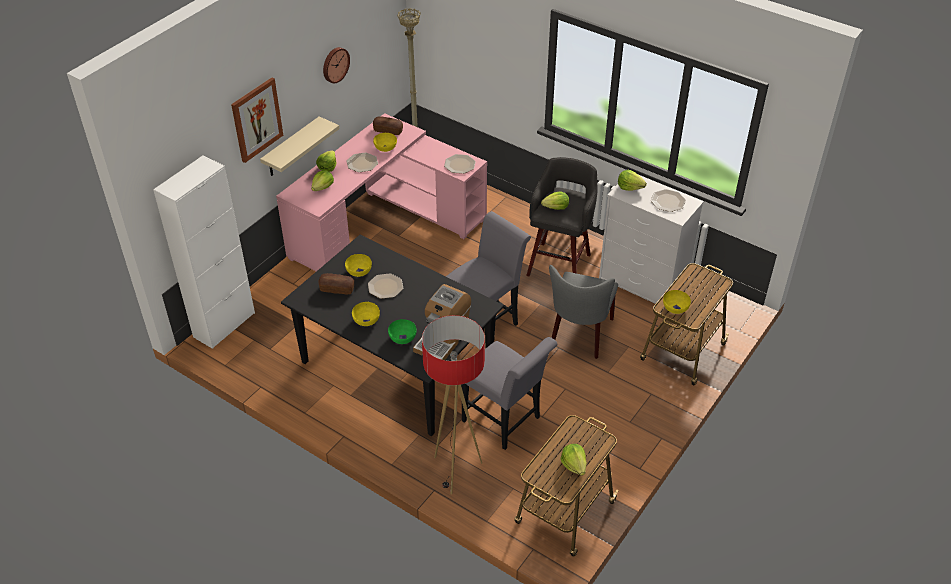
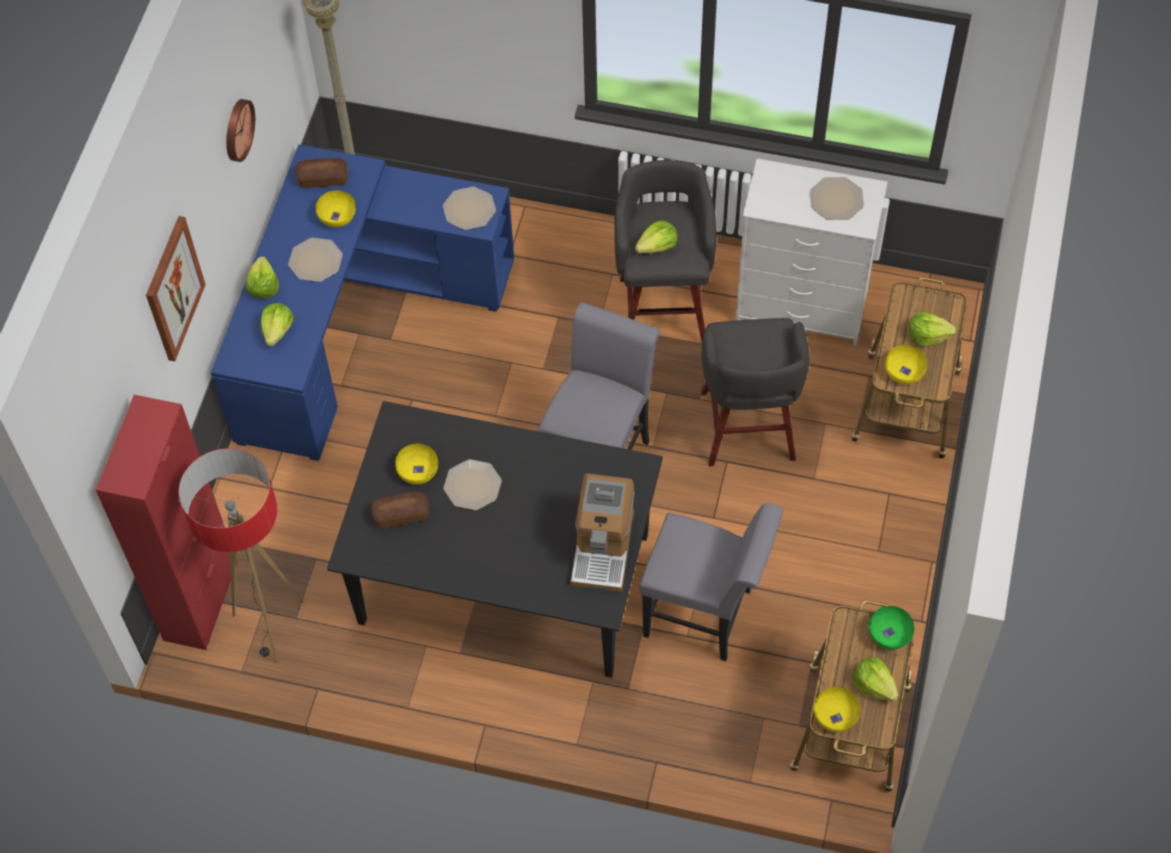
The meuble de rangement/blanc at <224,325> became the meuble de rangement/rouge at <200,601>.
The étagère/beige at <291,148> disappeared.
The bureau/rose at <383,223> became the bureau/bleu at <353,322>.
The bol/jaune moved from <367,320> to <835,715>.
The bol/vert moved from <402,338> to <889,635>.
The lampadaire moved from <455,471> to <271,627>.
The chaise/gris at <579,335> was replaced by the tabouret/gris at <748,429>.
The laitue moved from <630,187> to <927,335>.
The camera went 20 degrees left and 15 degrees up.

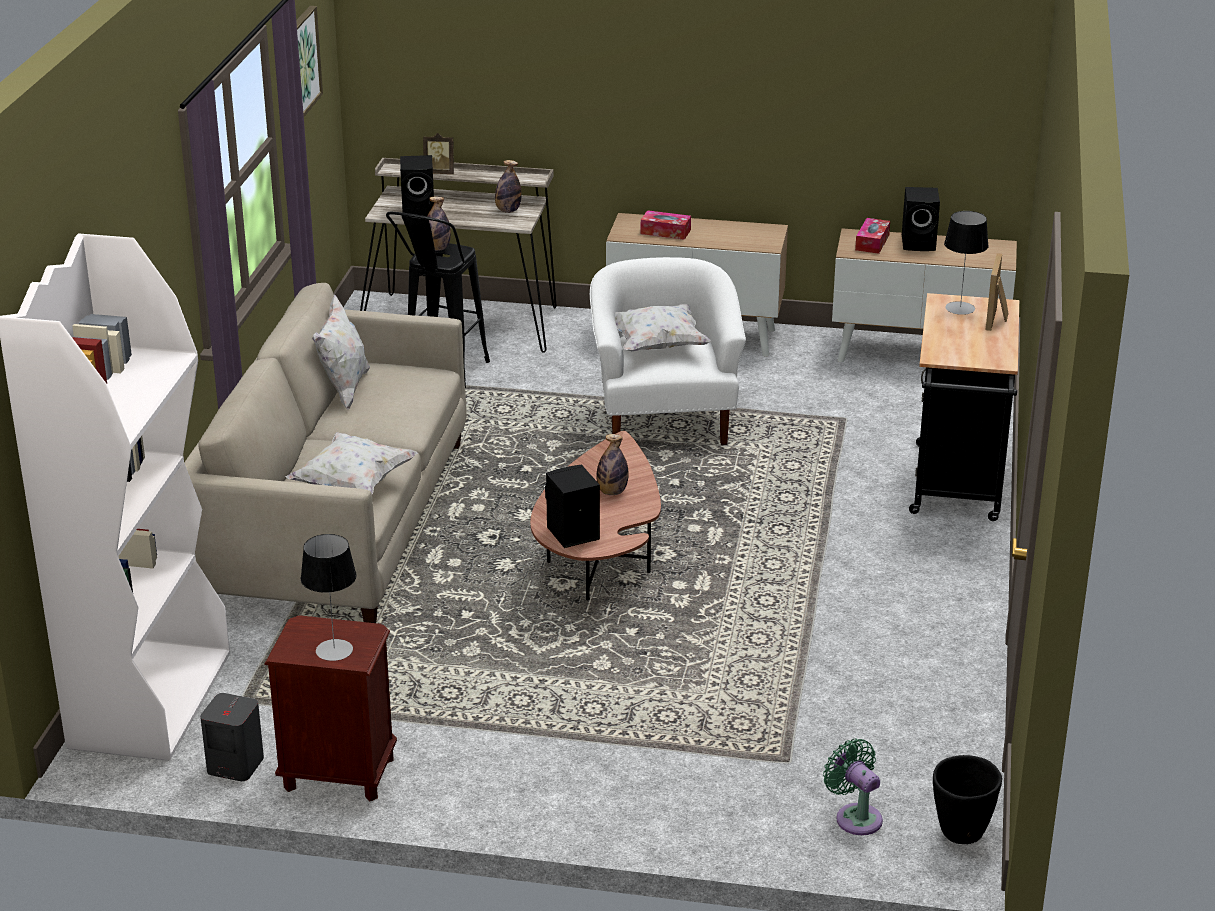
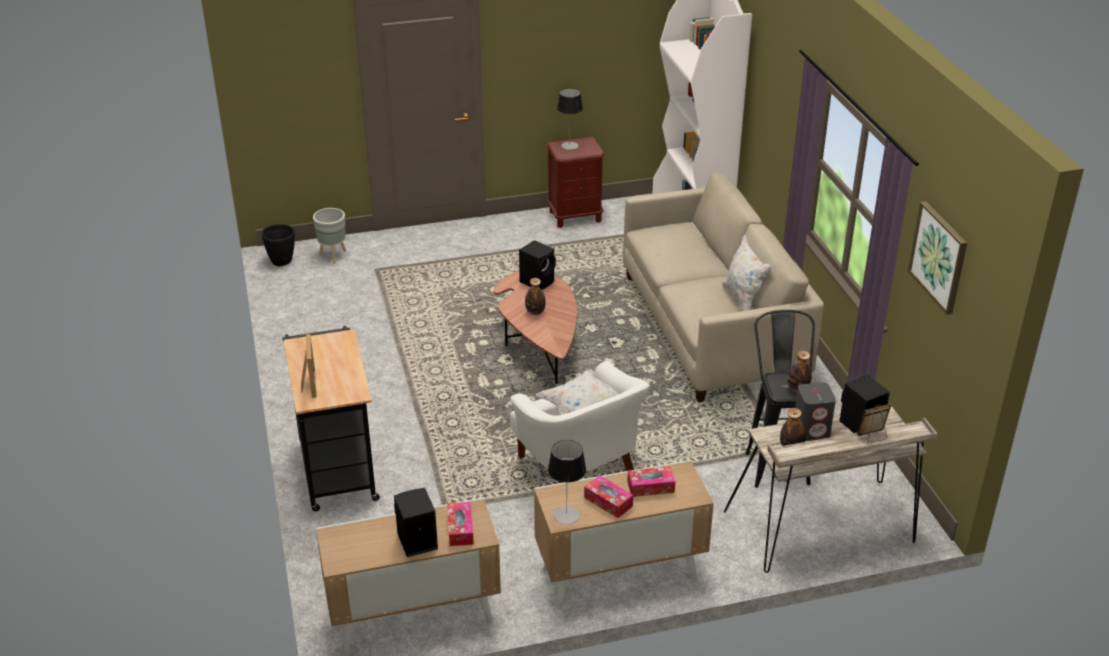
The enceinte/gris moved from <234,765> to <811,430>.
The coussin/blanc at <353,484> disappeared.
The ventilateur/vert at <855,817> was replaced by the cache-pot/gris at <333,256>.
The lampe de table moved from <960,308> to <566,515>.
The boîte à mouchoirs at <608,502> appeared.
The camera went 155 degrees right and 5 degrees up.

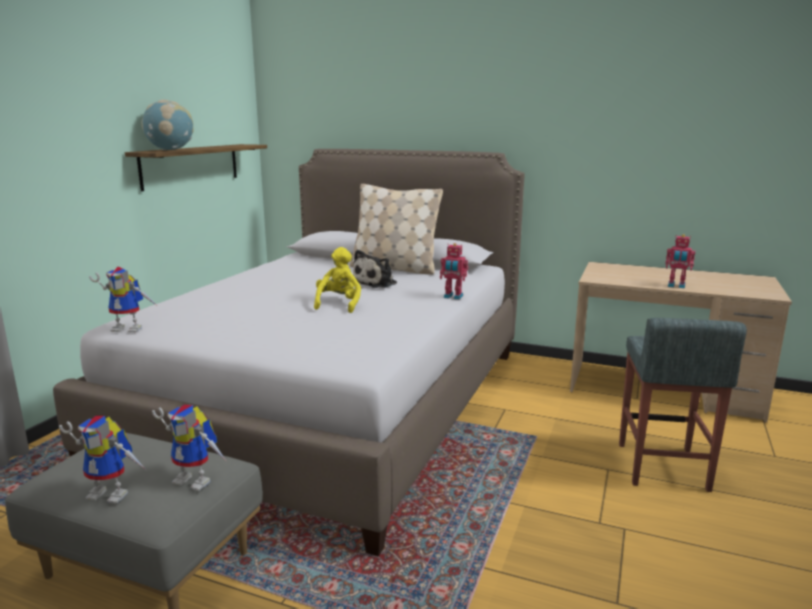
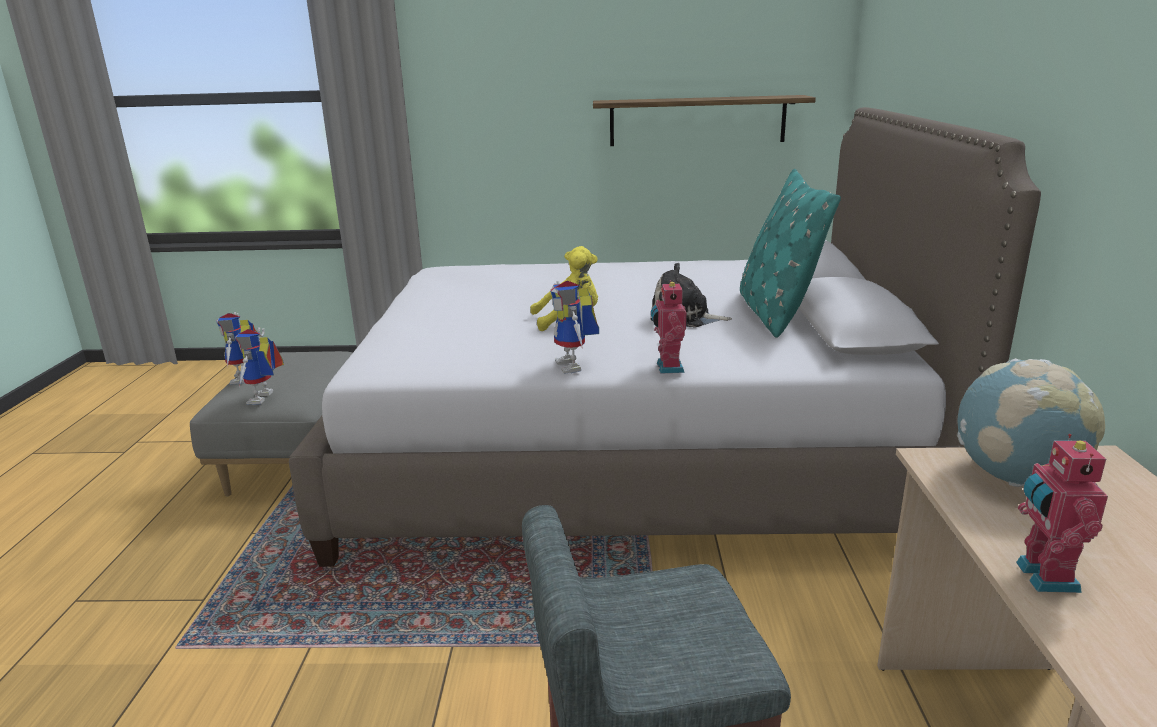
The robot jouet moved from <131,328> to <575,366>.
The globe moved from <170,150> to <1015,477>.
The coussin/beige at <394,268> became the coussin/turquoise at <776,313>.
The camera went 70 degrees right and 5 degrees up.

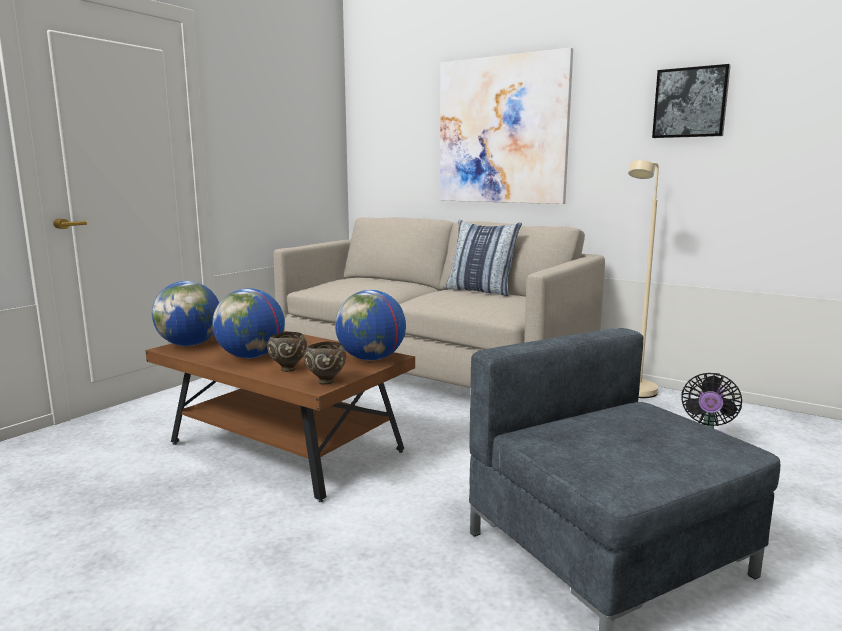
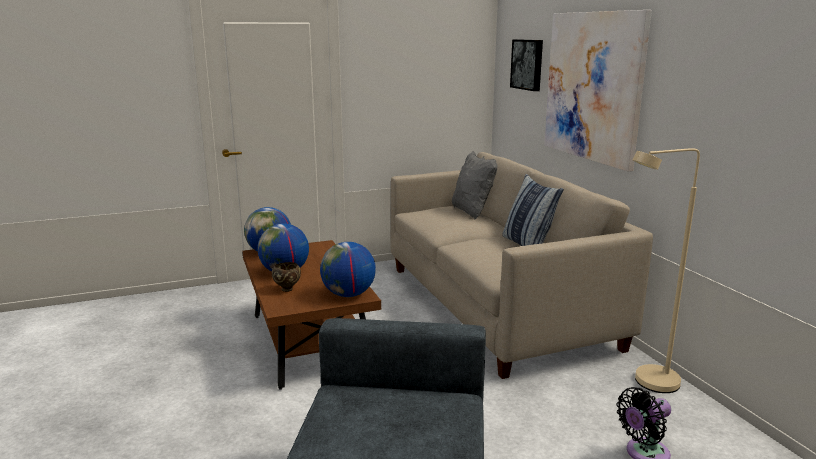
The bol/marron at <326,381> disappeared.
The tableau moved from <690,103> to <528,64>.
The coussin/gris at <472,212> appeared.
The camera went 35 degrees right and 5 degrees up.

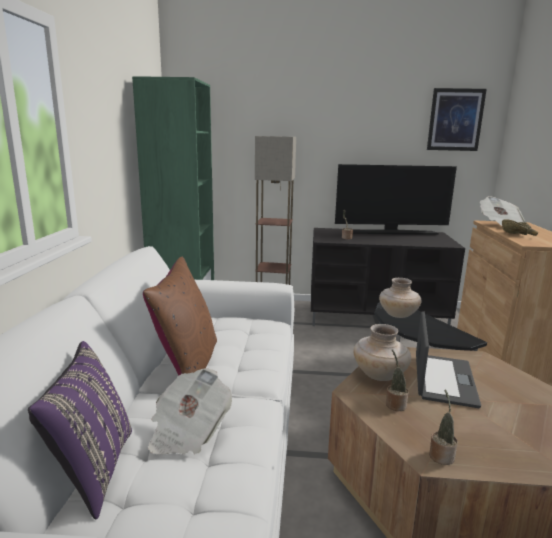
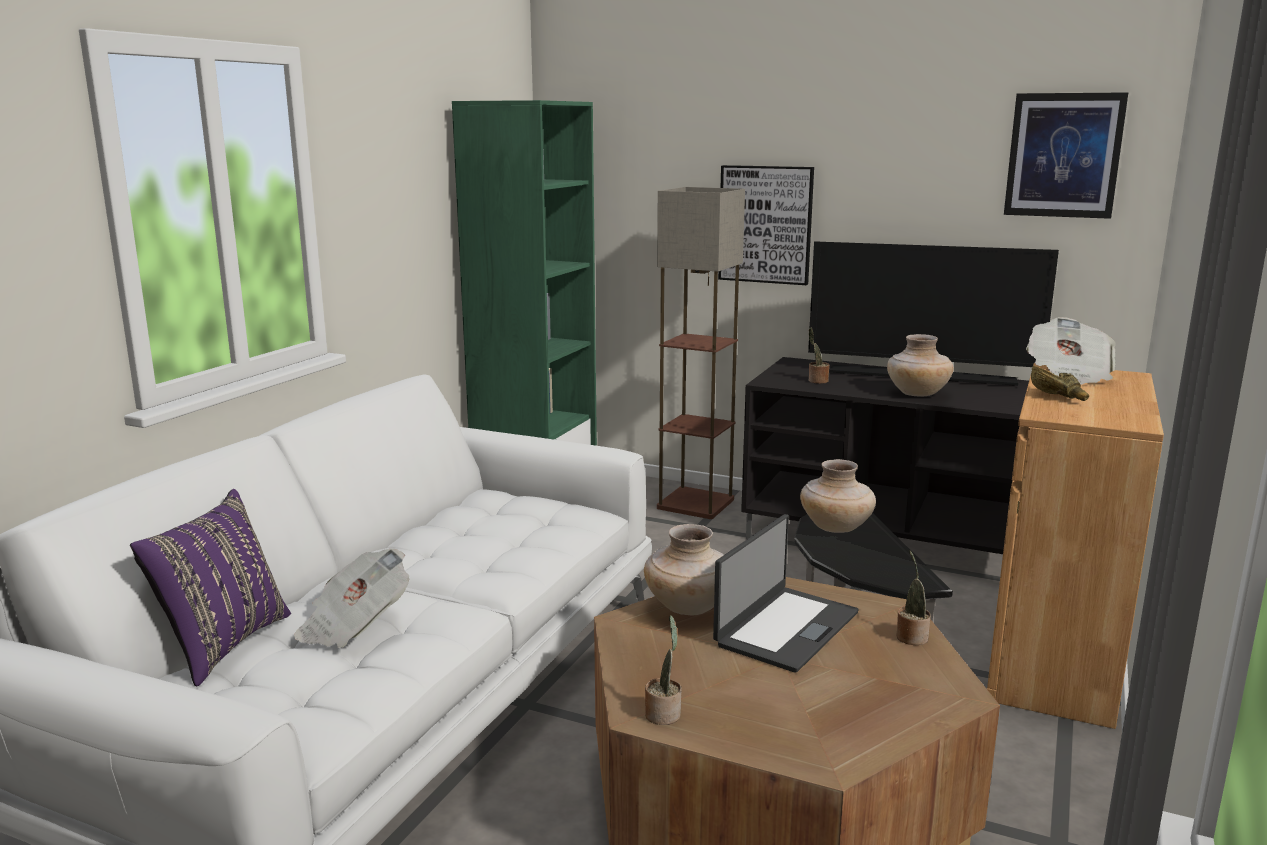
The coussin/marron at <187,365> disappeared.
The plante en pot moved from <395,404> to <911,636>.
The tableau at <765,224> appeared.
The vase/beige at <917,394> appeared.
The camera went 20 degrees right and 0 degrees up.

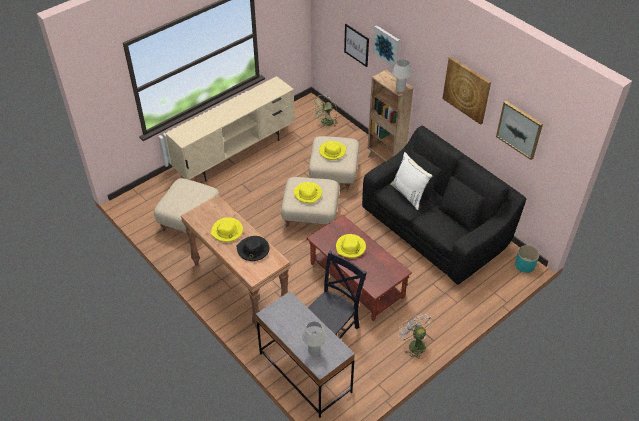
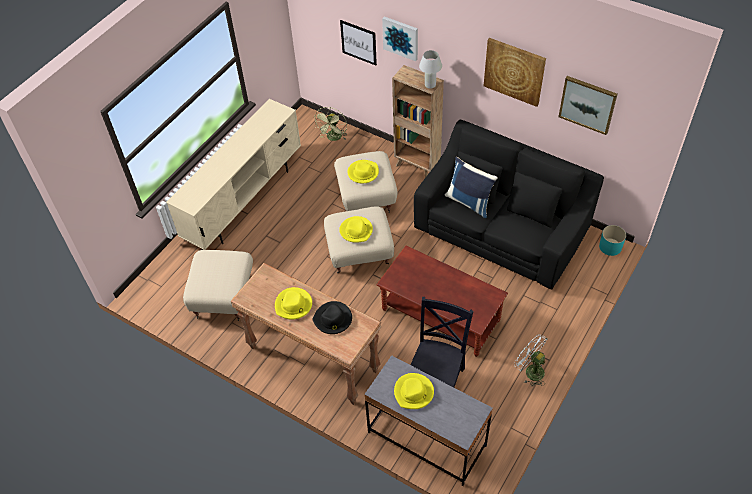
The lampe de table/blanc at <314,351> disappeared.
The chapeau/jaune moved from <350,247> to <414,392>.
The coussin/blanc at <409,194> became the coussin/bleu at <469,202>.
The camera went 15 degrees left and 5 degrees up.

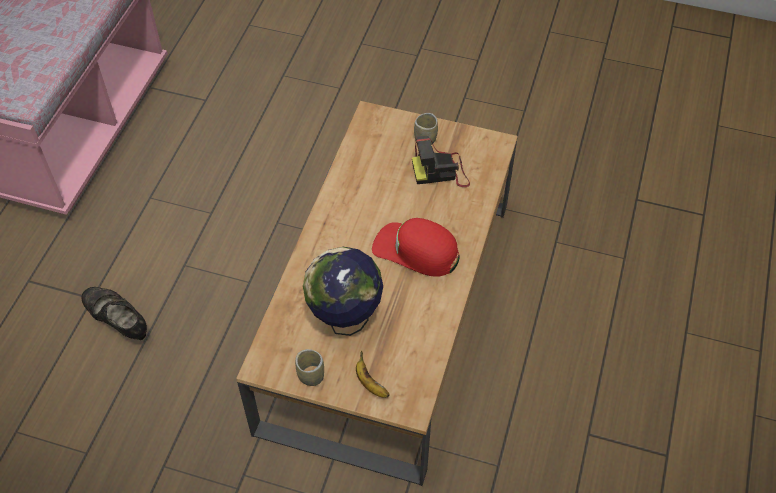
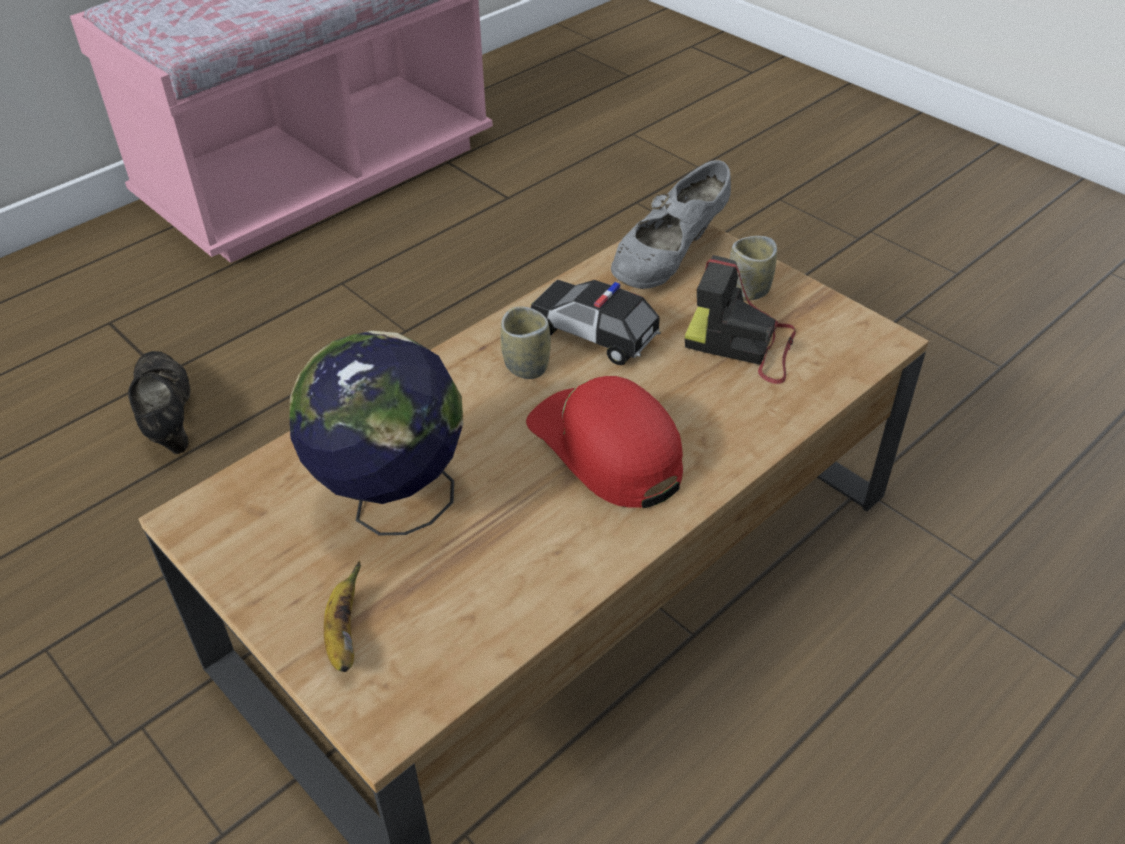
The tasse moved from <311,376> to <526,366>.
The petite voiture at <595,334> appeared.
The chaussure/gris at <669,260> appeared.
The camera went 30 degrees right and 10 degrees down.

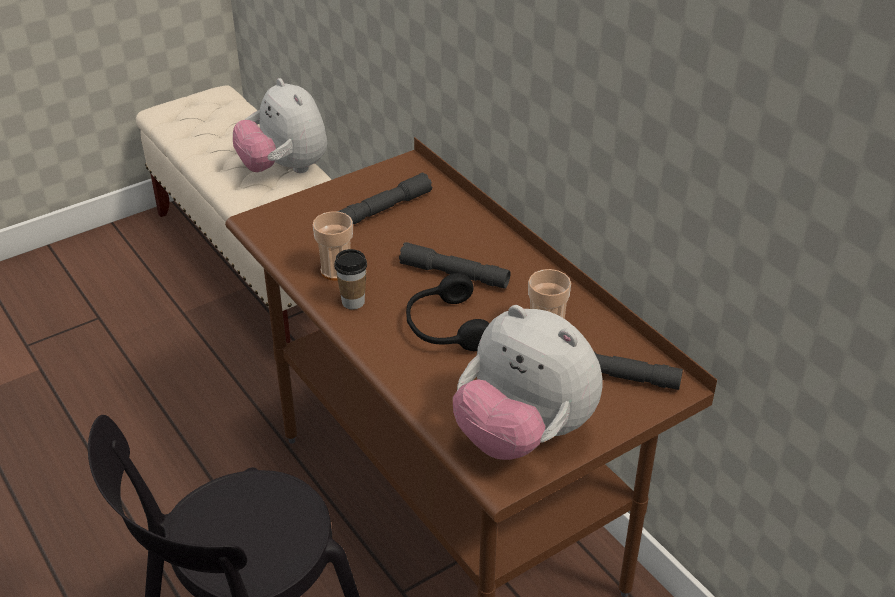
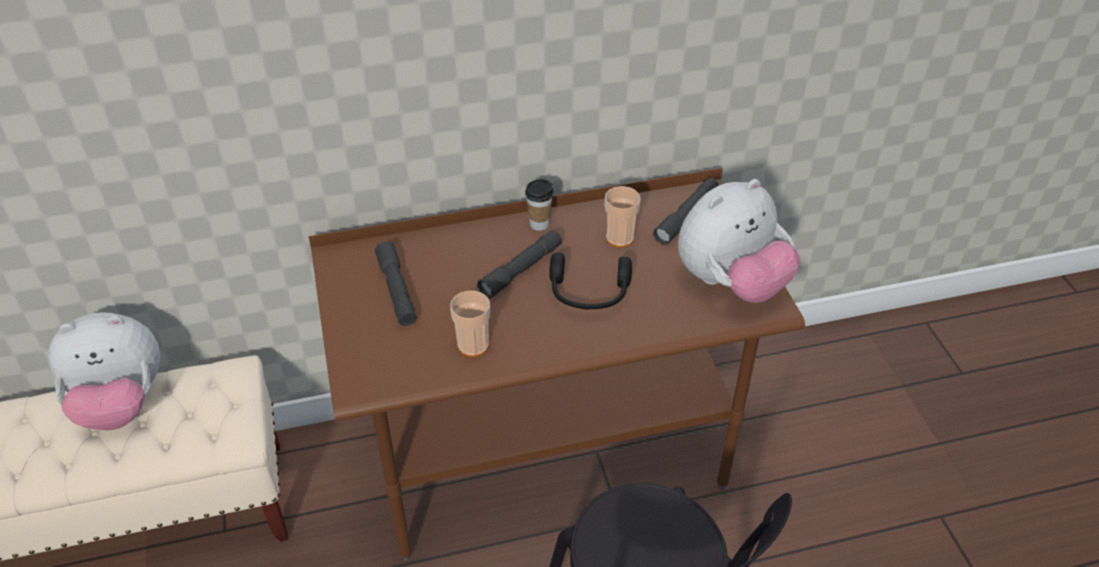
The tasse moved from <353,302> to <539,224>.
The camera went 70 degrees left and 5 degrees up.

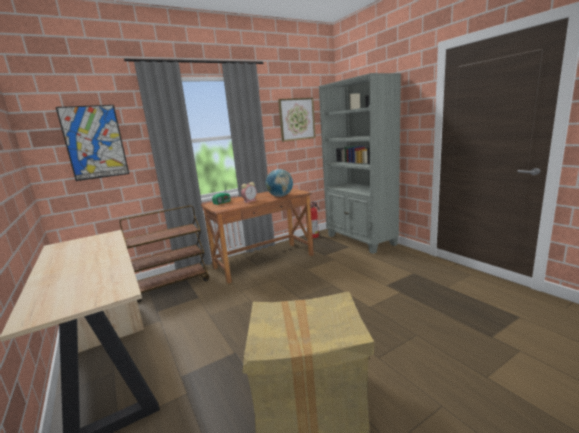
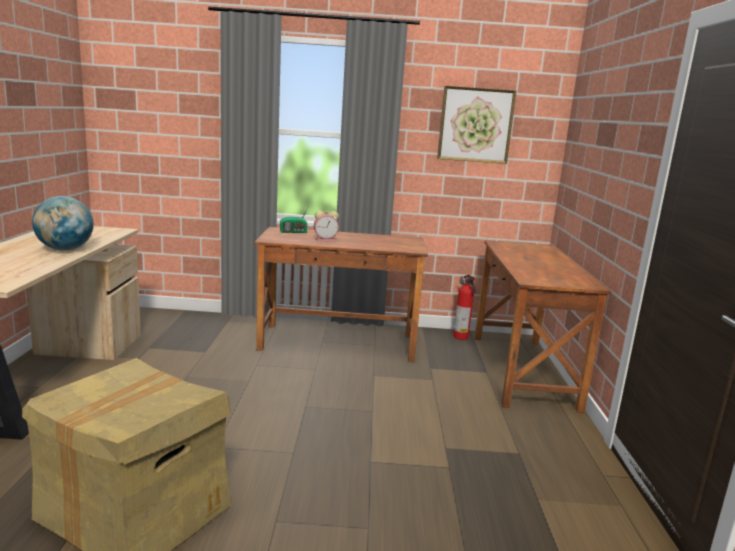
The tableau at <94,142> disappeared.
The chariot/marron at <172,285> disappeared.
The globe moved from <280,196> to <65,249>.
The bibliothèque/gris at <360,240> was replaced by the bureau/marron at <522,370>.
The camera went 30 degrees right and 0 degrees up.

